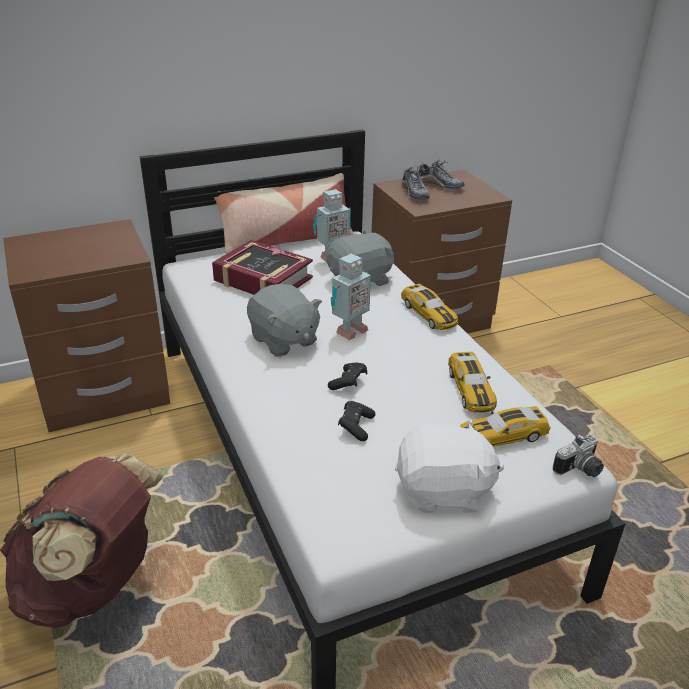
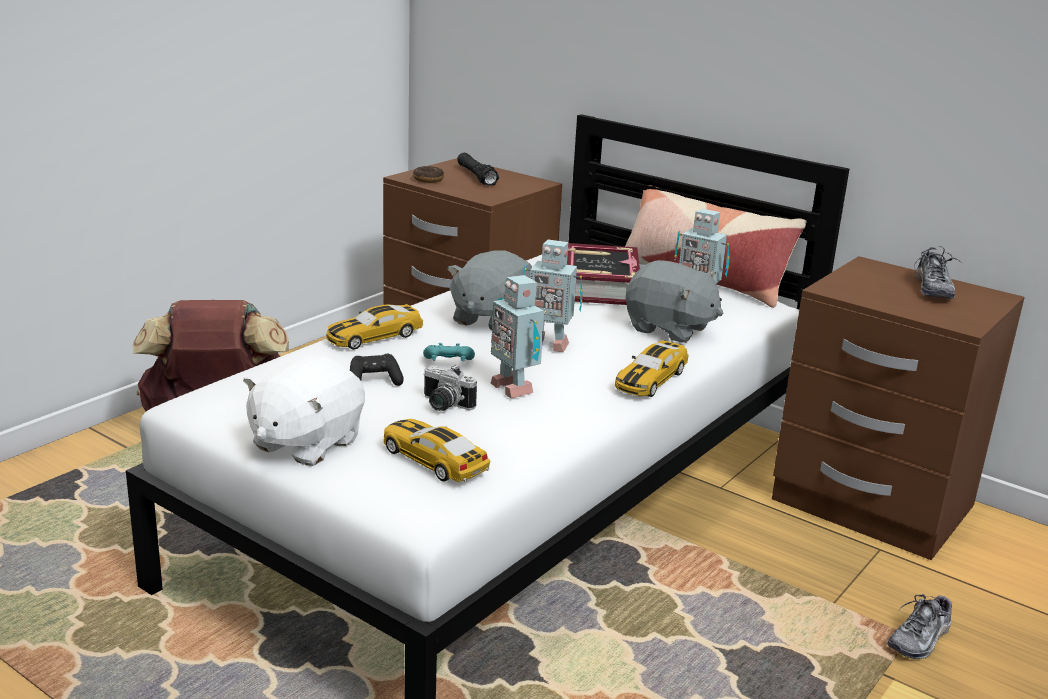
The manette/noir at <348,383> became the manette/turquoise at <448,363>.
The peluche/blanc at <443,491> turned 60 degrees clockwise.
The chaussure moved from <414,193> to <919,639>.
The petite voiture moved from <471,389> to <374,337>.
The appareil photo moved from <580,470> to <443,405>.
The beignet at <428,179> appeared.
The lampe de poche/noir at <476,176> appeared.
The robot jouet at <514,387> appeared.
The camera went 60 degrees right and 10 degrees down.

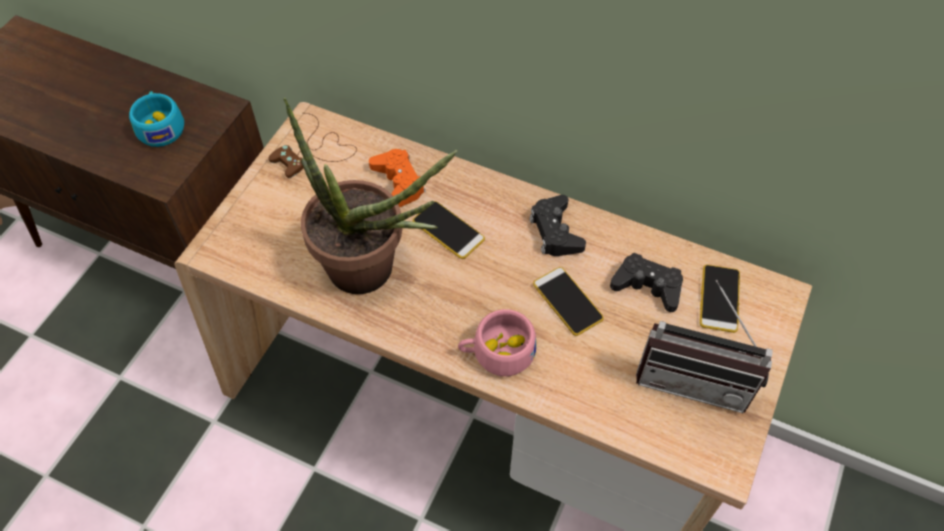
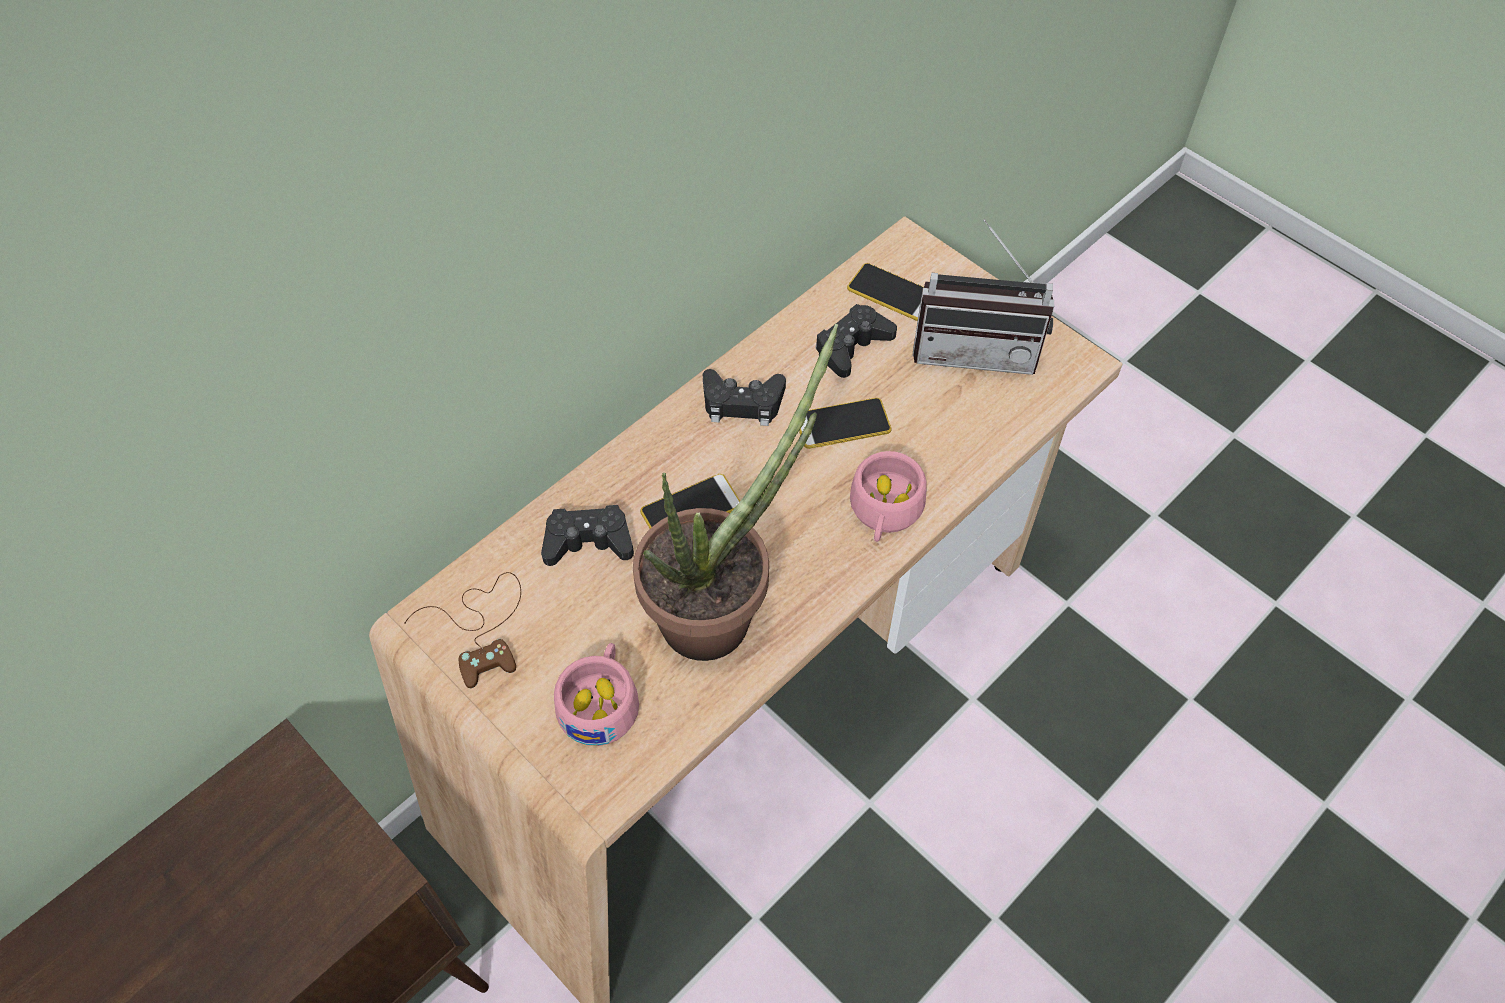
The tasse/turquoise at <160,126> disappeared.
The manette/orange at <398,182> became the manette/noir at <588,541>.
The radio at <695,376> turned 60 degrees clockwise.
The tasse/rose at <601,702> appeared.
The camera went 70 degrees left and 0 degrees up.

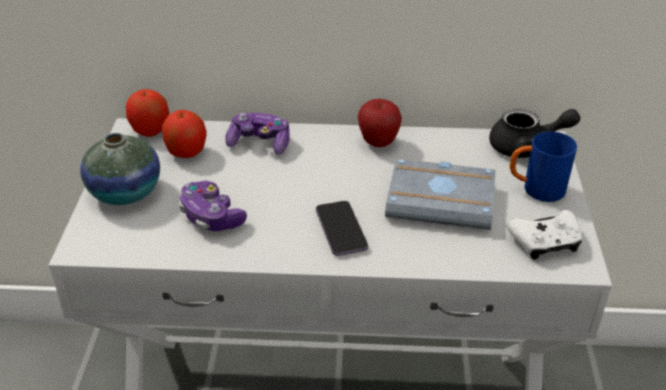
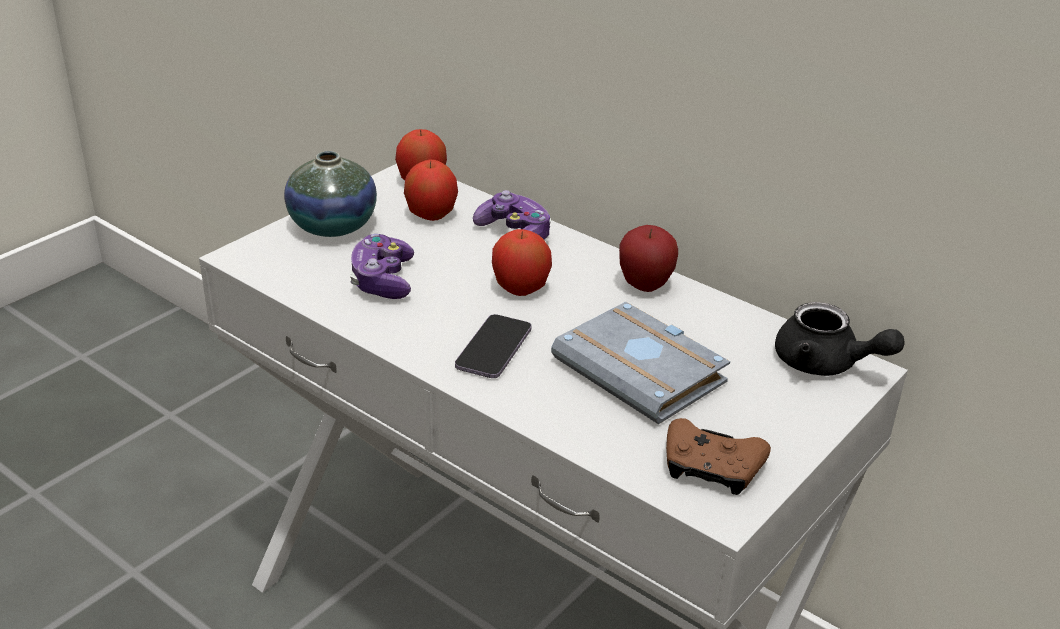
The manette/blanc at <545,243> became the manette/marron at <711,469>.
The mug/bleu at <535,190> disappeared.
The pomme at <520,288> appeared.
The camera went 35 degrees right and 5 degrees down.

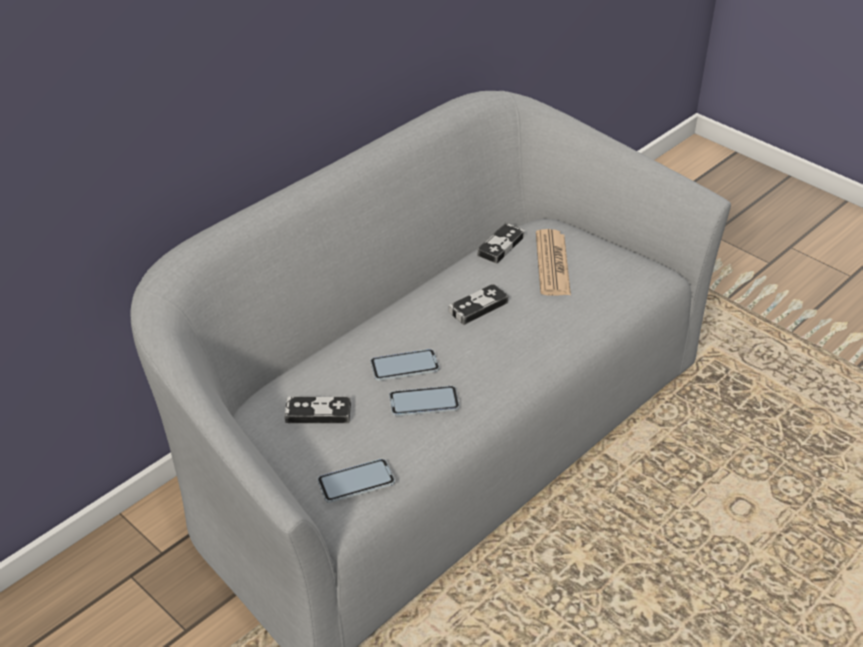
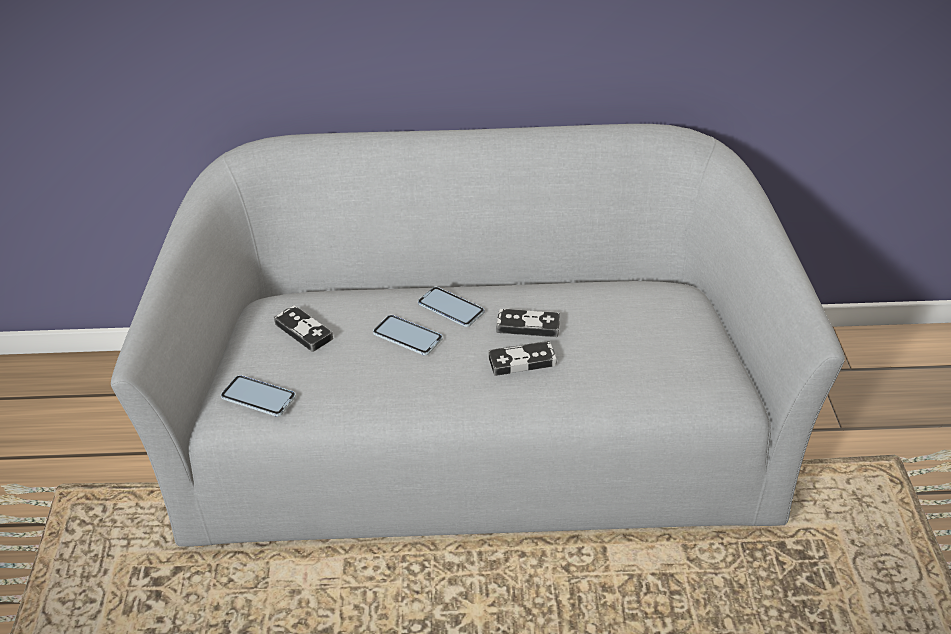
The téléphone moved from <424,402> to <450,308>.
The manette moved from <501,246> to <522,361>.
The journal at <552,264> disappeared.
The camera went 45 degrees right and 0 degrees up.

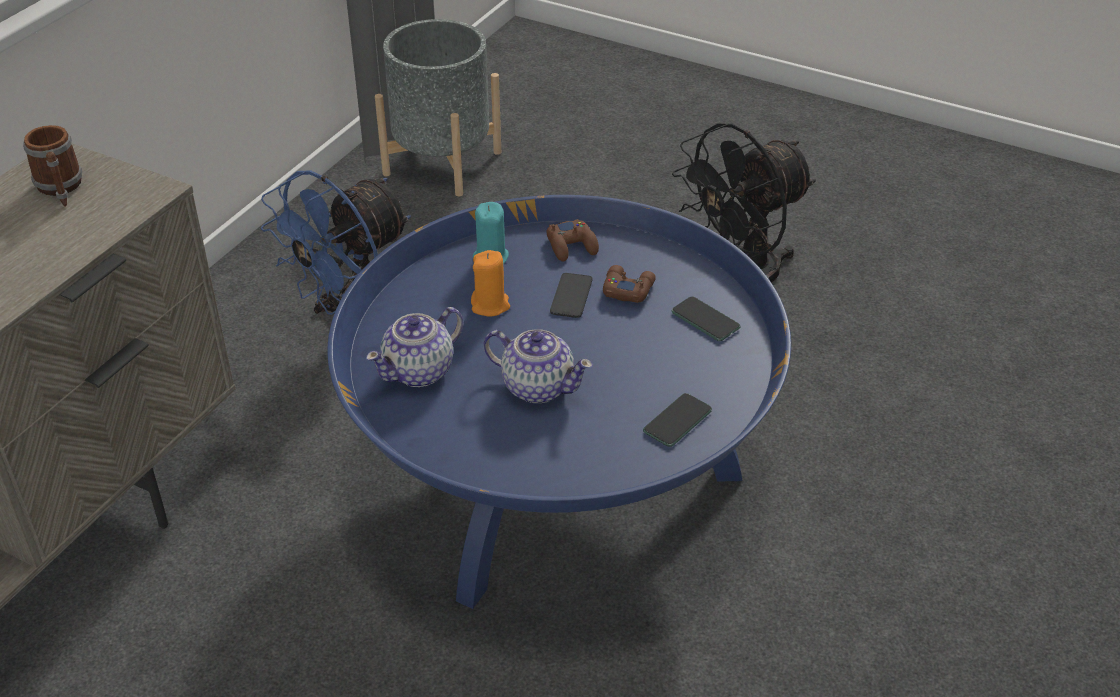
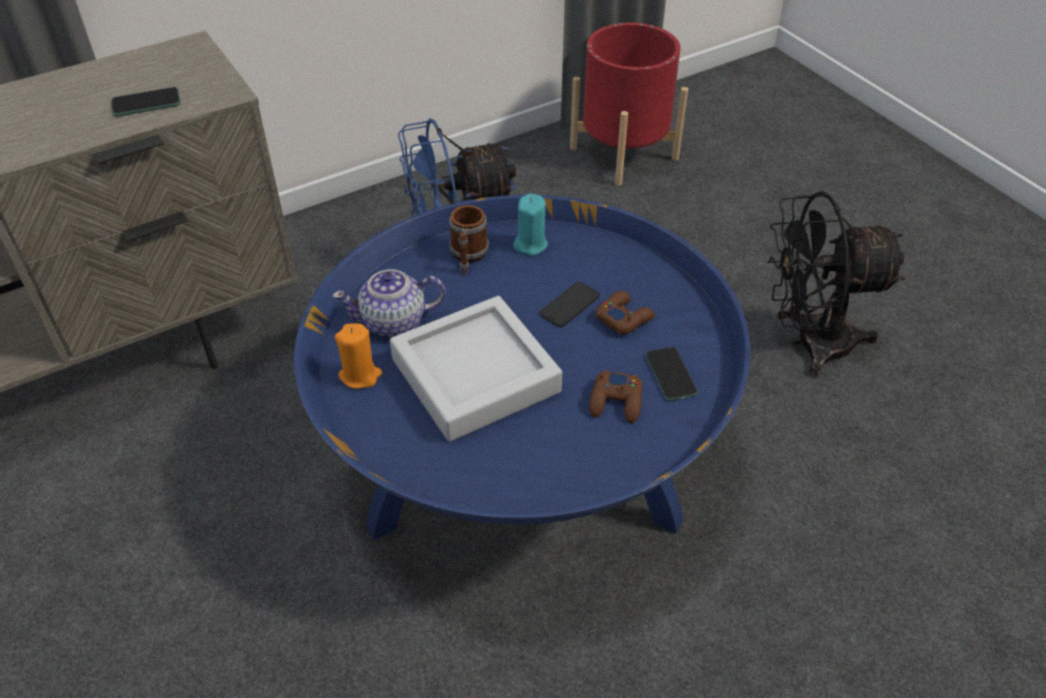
The mug moved from <61,189> to <468,257>.
The cache-pot/gris at <442,163> became the cache-pot/rouge at <624,153>.
The bougie/orange moved from <490,305> to <360,375>.
The théière at <537,386> was replaced by the plateau/gris at <475,375>.
The manette/marron moved from <572,246> to <616,402>.
The téléphone moved from <677,421> to <146,103>.
The camera went 30 degrees right and 5 degrees up.

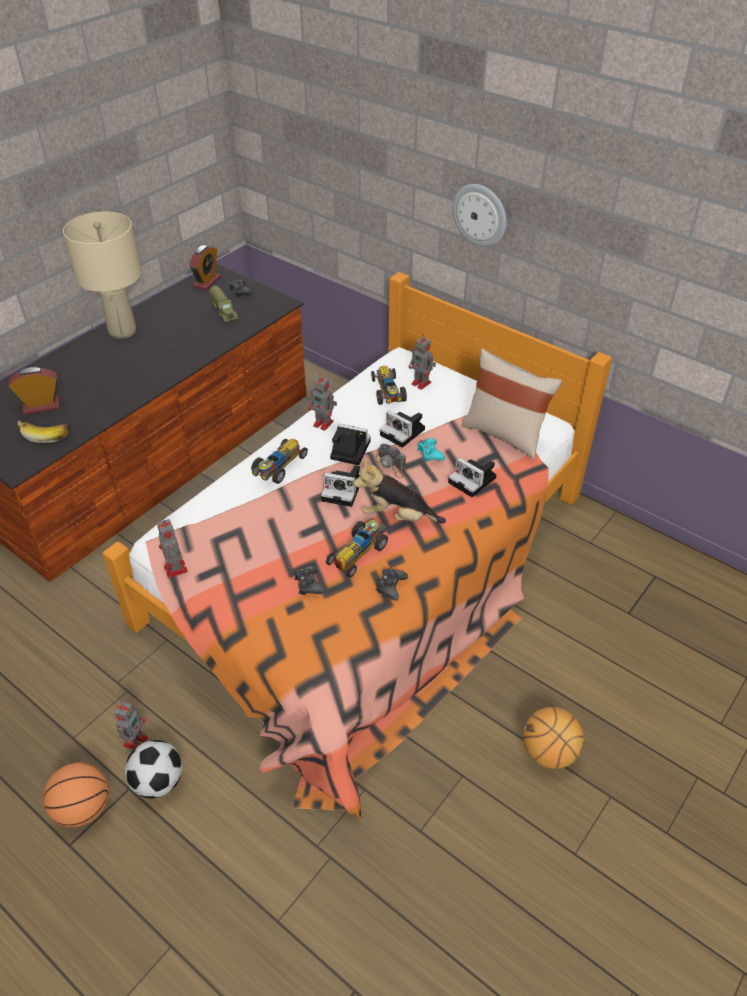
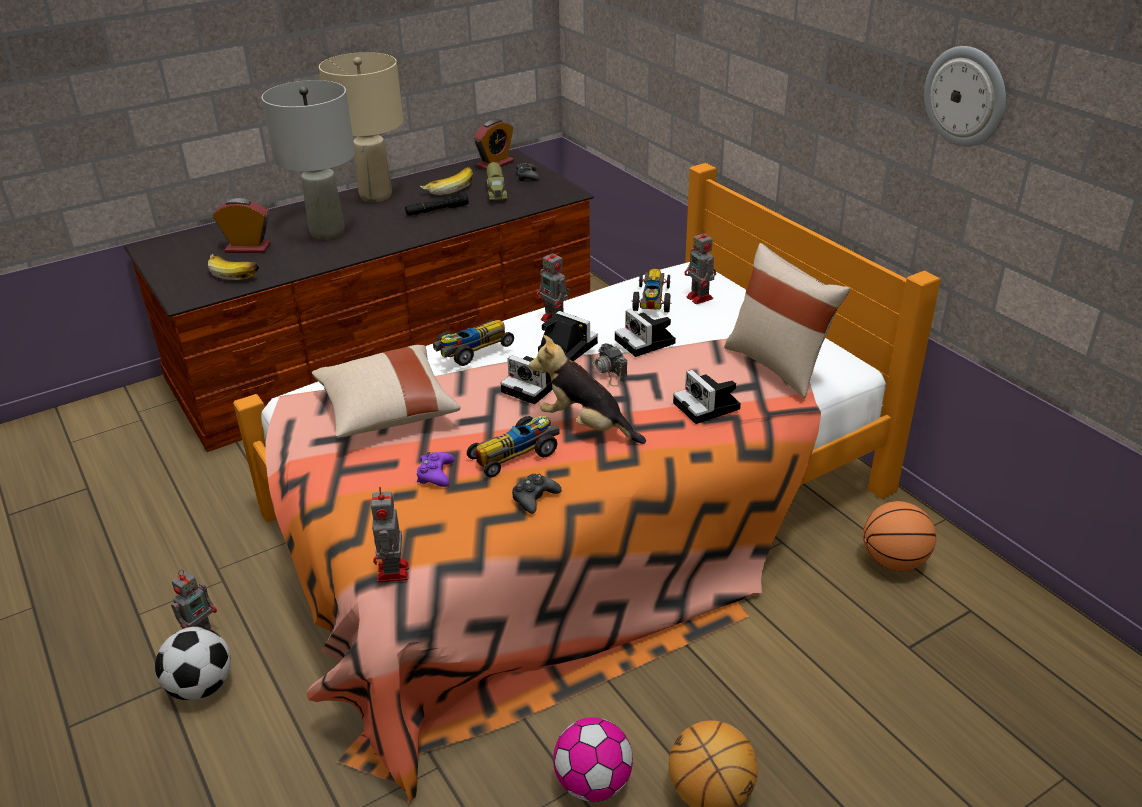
The ballon de basket moved from <84,808> to <893,561>.
The robot jouet moved from <176,570> to <393,573>.
The manette/noir at <309,584> became the manette/violet at <435,474>.
The manette/turquoise at <430,453> disappeared.
The horloge murale moved from <480,214> to <966,96>.
The lampe de table/gris at <327,233> appeared.
The coussin/beige at <387,411> appeared.
The lampe de poche/noir at <437,210> appeared.
The banane at <448,188> appeared.
The ballon de foot at <593,783> appeared.
The camera went 20 degrees right and 10 degrees down.

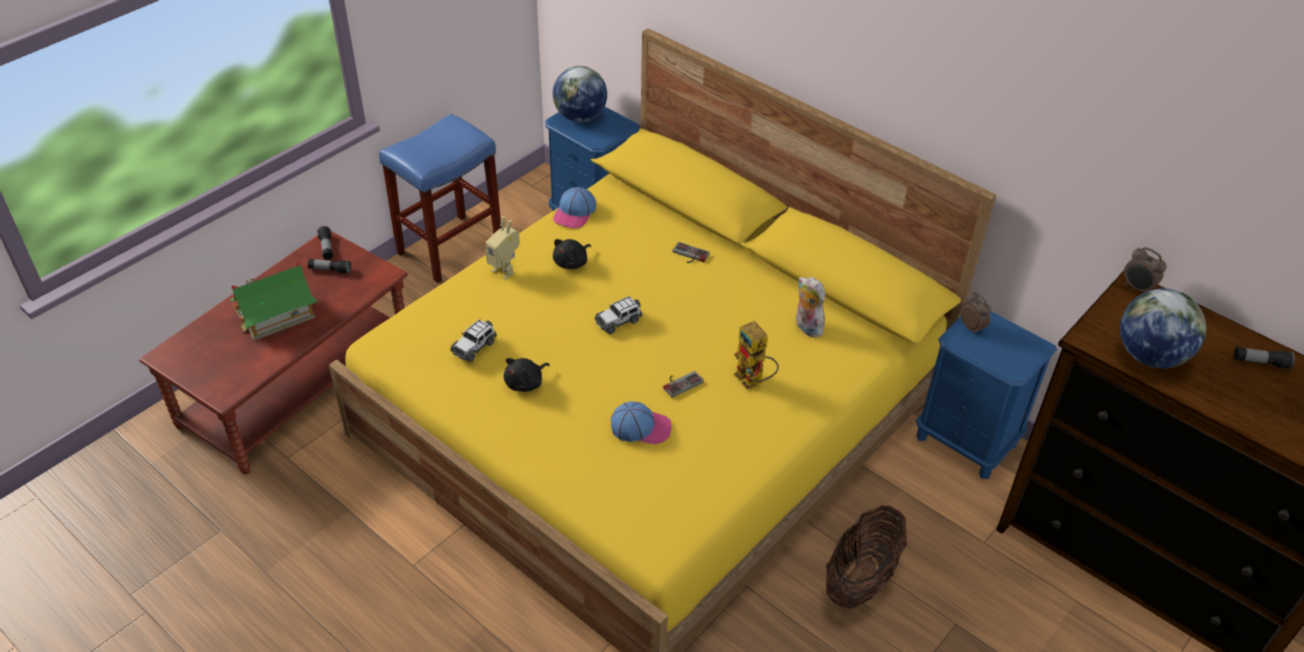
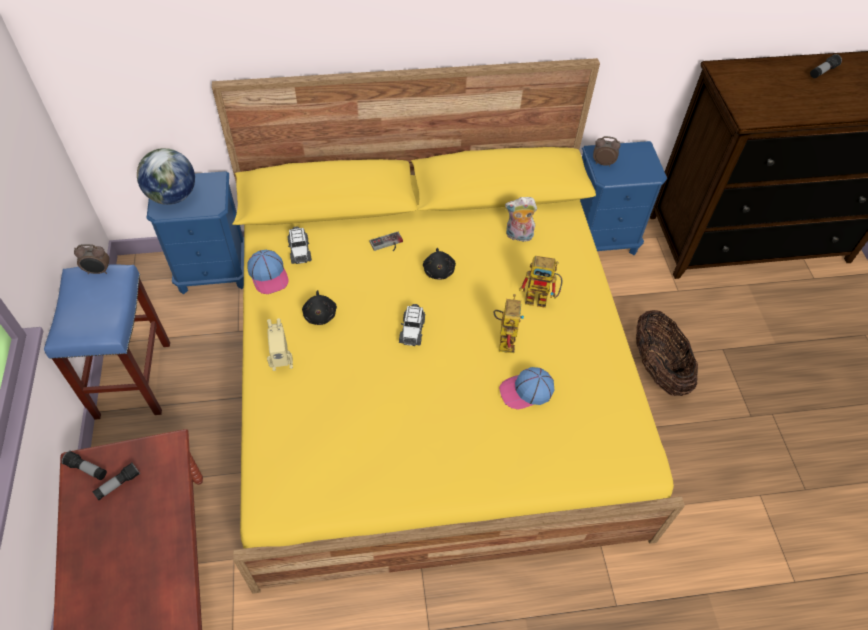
The maison miniature at <277,316> disappeared.
The petite voiture moved from <474,347> to <299,251>.
The peluche/noir moved from <526,383> to <439,270>.
The casquette at <641,427> turned 150 degrees counterclockwise.
The manette at <680,382> was replaced by the robot jouet at <504,338>.
The globe at <1149,356> disappeared.
The réveil moved from <1137,288> to <98,271>.
The camera went 50 degrees left and 10 degrees up.

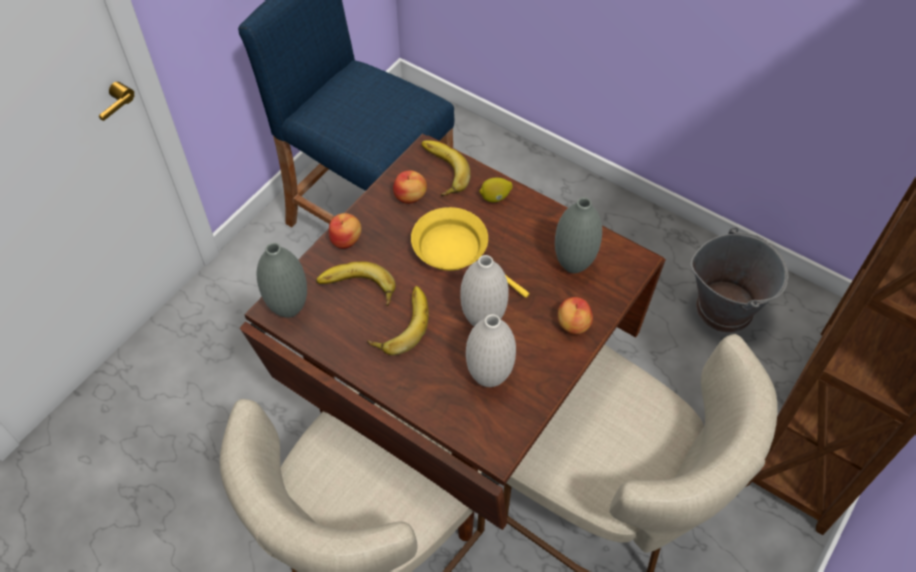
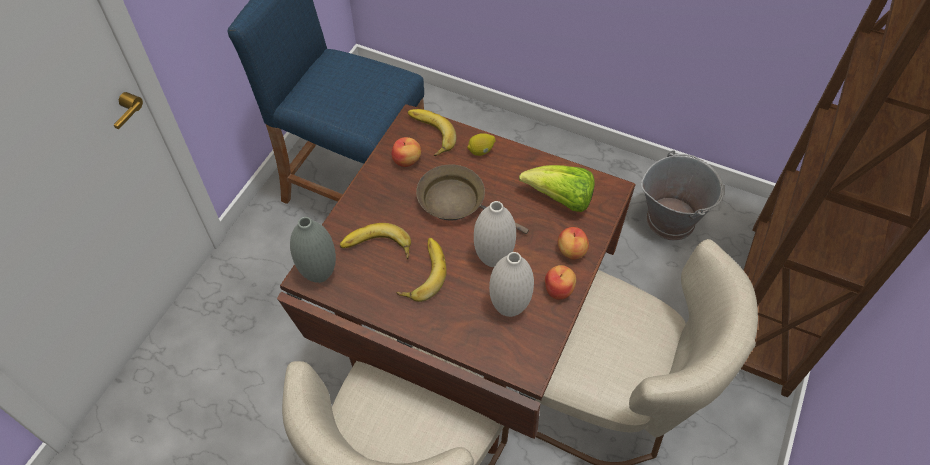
The pomme moved from <346,240> to <559,289>.
The poêle/jaune at <456,251> became the poêle/marron at <457,202>.
The vase/gris at <573,265> was replaced by the laitue at <560,200>.
The camera went 10 degrees left and 0 degrees up.

